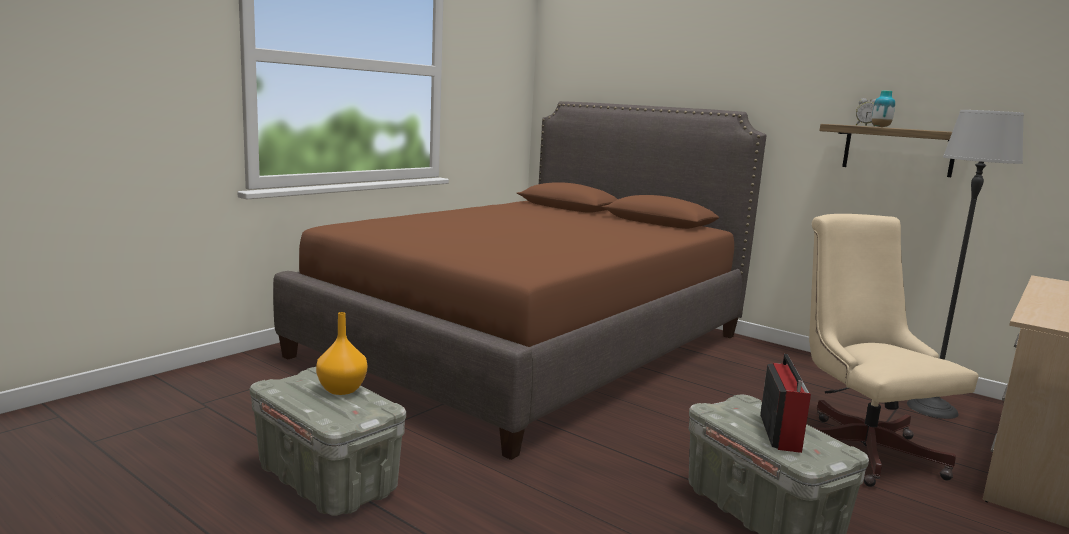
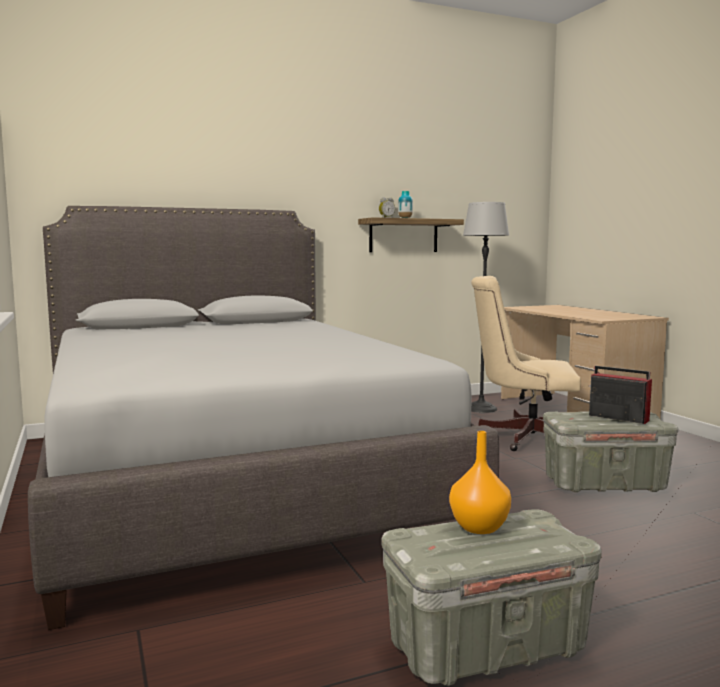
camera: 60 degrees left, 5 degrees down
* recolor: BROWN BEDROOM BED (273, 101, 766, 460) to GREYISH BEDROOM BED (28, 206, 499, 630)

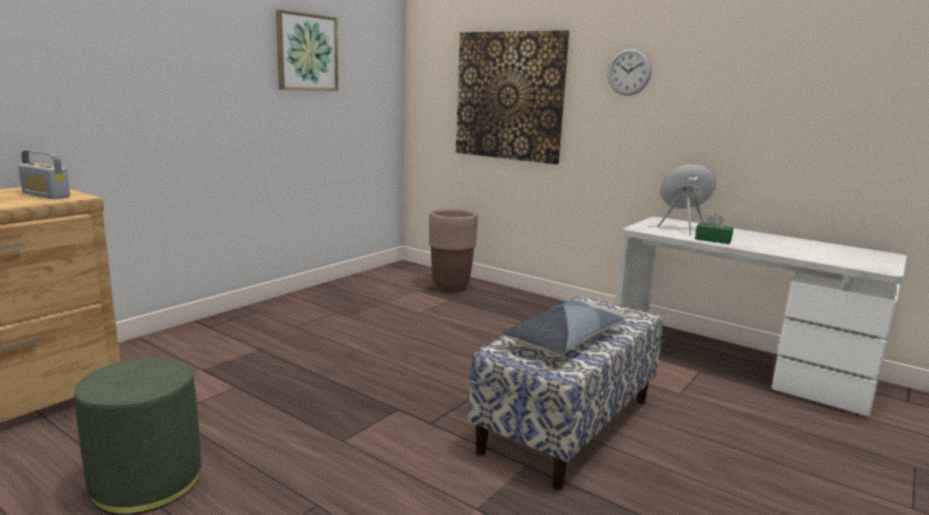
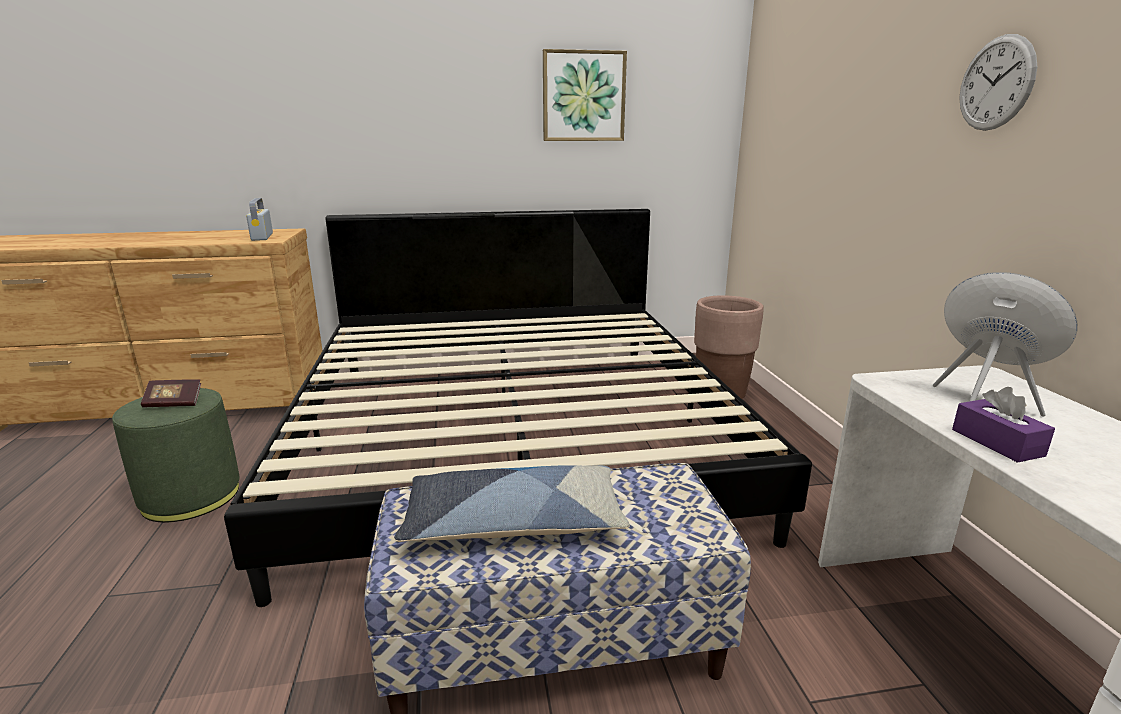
camera: 45 degrees right, 5 degrees up
* delete: PICTURE (456, 30, 570, 165)
* insert: BOOK (141, 379, 201, 407)
* insert: BEDROOM BED (224, 209, 812, 607)
* recolor: GREENISH TISSUE HOLDER (695, 213, 734, 244) to PURPLE-COLOURED TISSUE HOLDER (952, 387, 1055, 463)

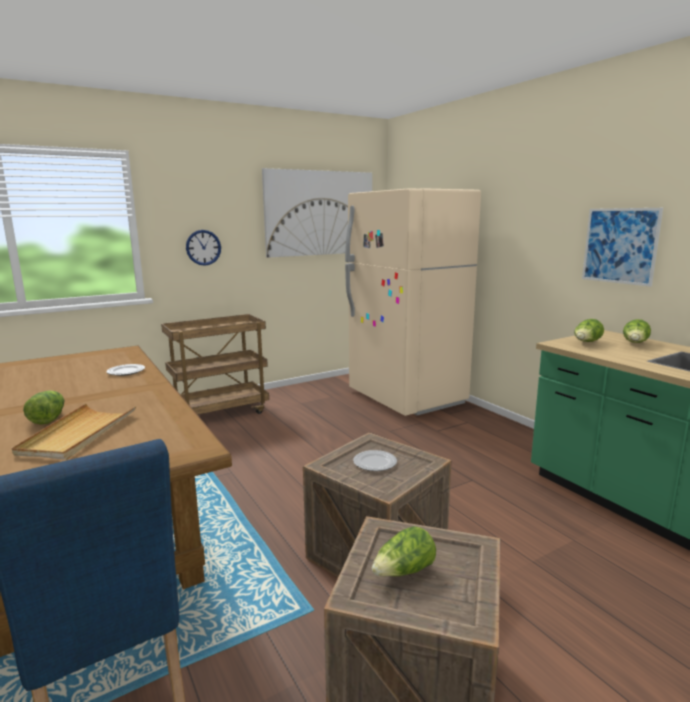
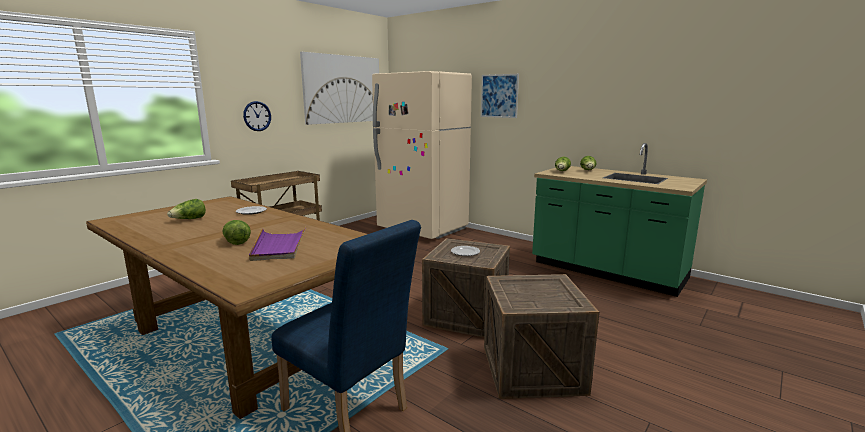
camera: 20 degrees left, 0 degrees up
* move: HEAD OF LETTUCE (372, 526, 436, 576) to (167, 199, 206, 219)
* move: PICTURE (582, 208, 663, 287) to (481, 74, 519, 118)
* recolor: BEIGE-COLOURED SERVING TRAY (12, 404, 136, 460) to PURPLE-COLOURED SERVING TRAY (249, 227, 306, 261)

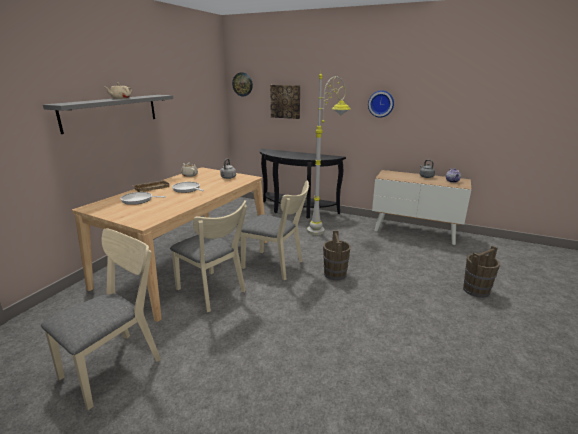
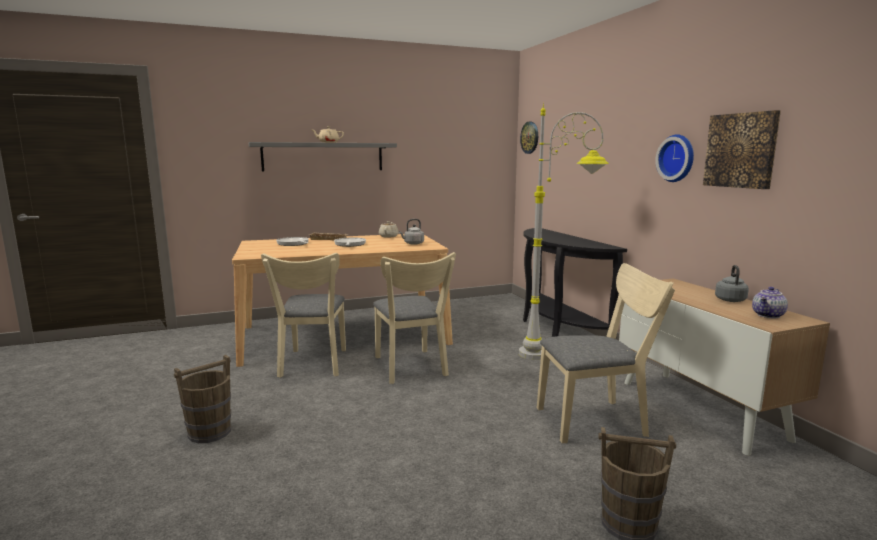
camera: 45 degrees right, 10 degrees down
* move: BEIGE-COLOURED UPRIGHT CHAIR (41, 228, 161, 410) to (537, 263, 675, 443)
* move: PICTURE (270, 85, 300, 119) to (703, 110, 781, 189)
* move: BROWN WATER BUCKET (323, 230, 351, 280) to (174, 355, 231, 443)

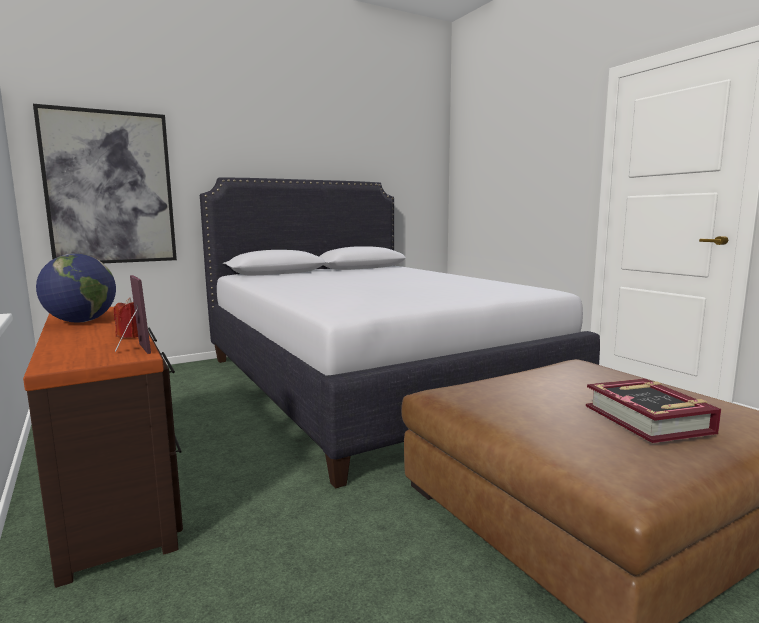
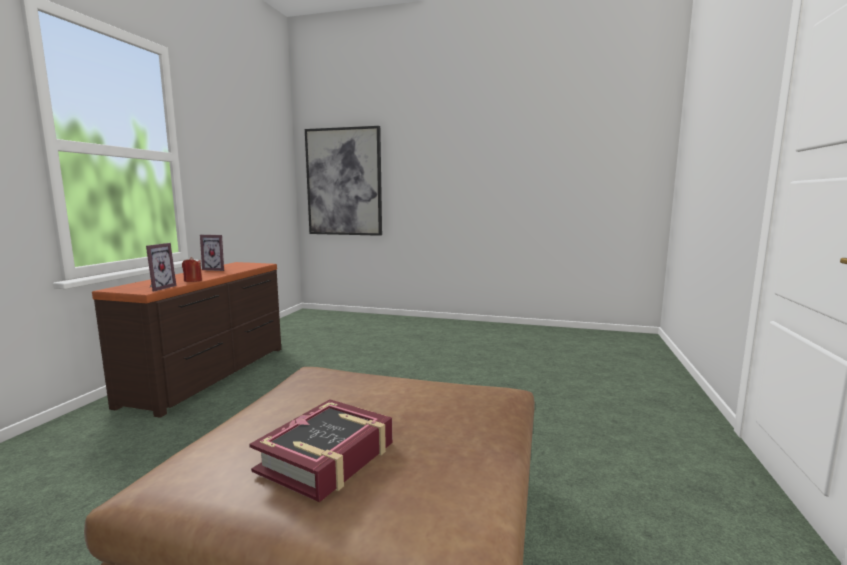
camera: 45 degrees right, 0 degrees up
* delete: WHITISH BEDROOM BED (200, 177, 600, 489)
* replace: GLOBE (36, 254, 116, 323) to PHOTO FRAME (200, 235, 224, 271)

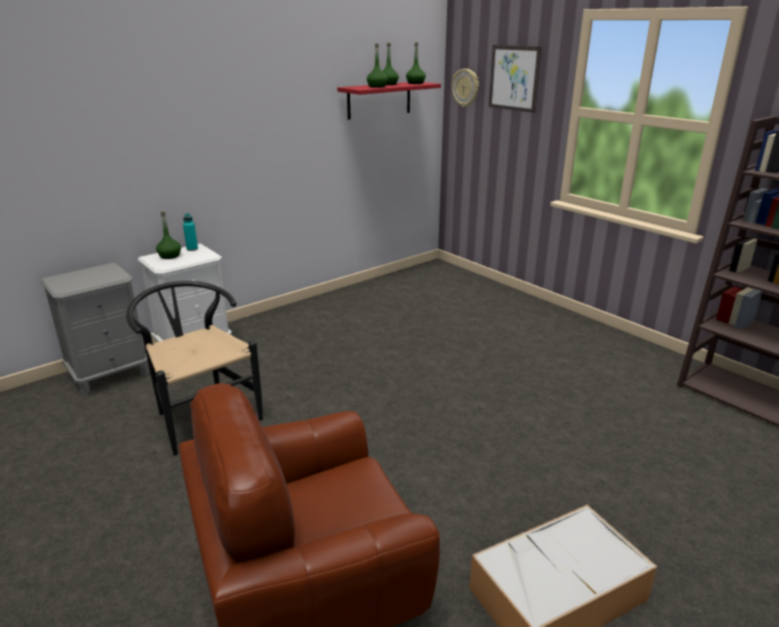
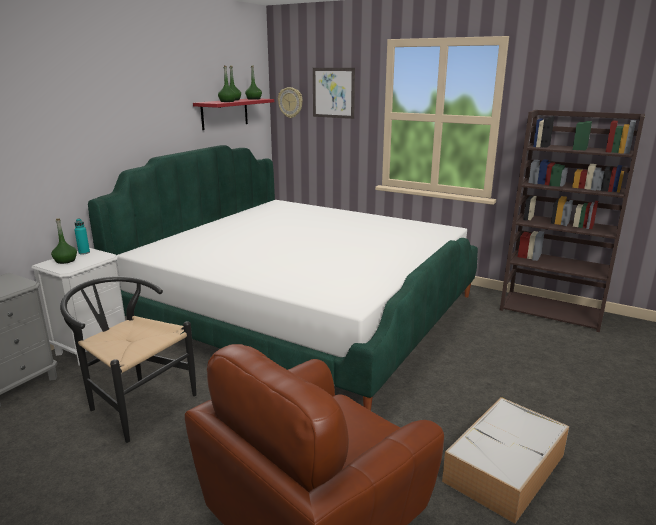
camera: 20 degrees left, 5 degrees down
* insert: BEDROOM BED (88, 145, 478, 411)

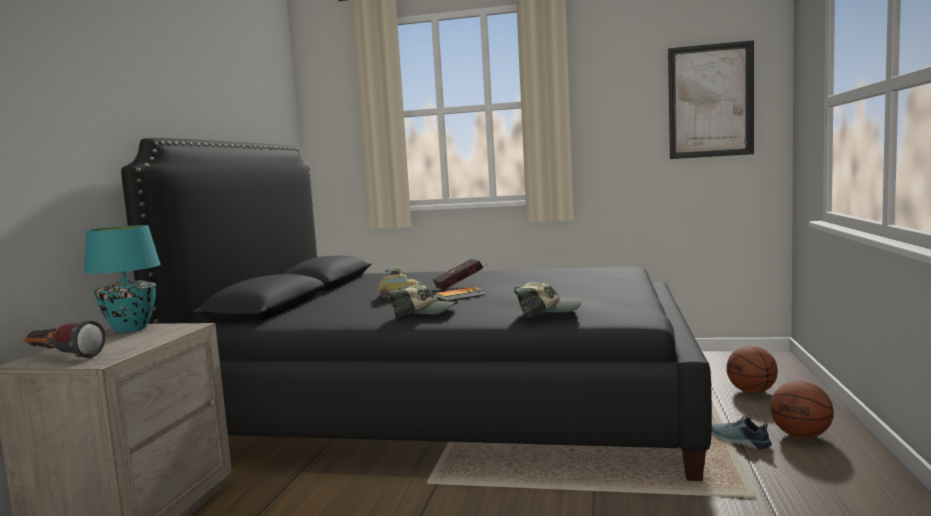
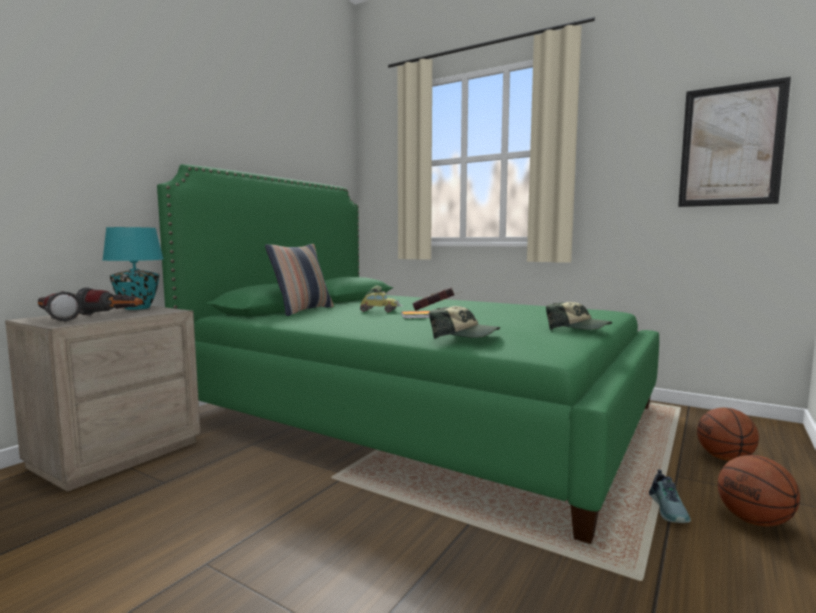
camera: 20 degrees right, 0 degrees up
* insert: TORCH (76, 287, 143, 315)
* insert: CUSHION (265, 244, 334, 316)
* move: PEAKED CAP (390, 285, 458, 319) to (546, 302, 612, 330)
* recolor: BLACK BEDROOM BED (121, 138, 712, 481) to GREENISH BEDROOM BED (157, 164, 659, 544)
* rotate: SHOE (712, 415, 772, 450) = (649, 470, 691, 523) 150 degrees counterclockwise

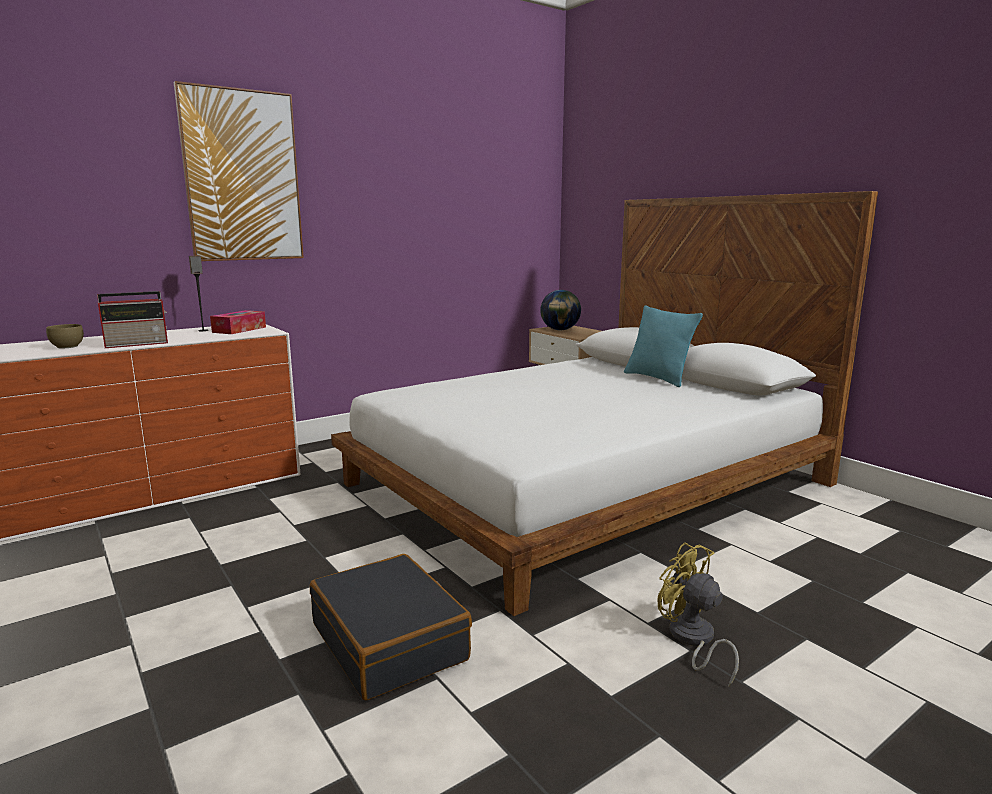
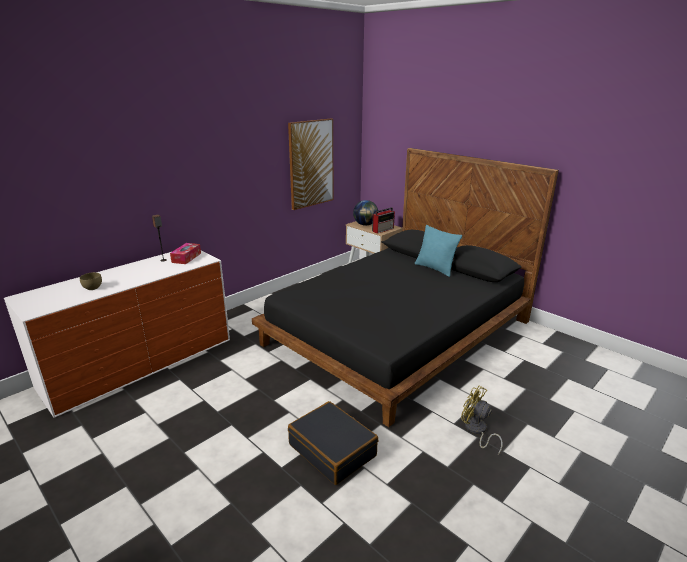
camera: 10 degrees left, 10 degrees up
* move: RADIO RECEIVER (97, 291, 168, 348) to (372, 208, 395, 234)
* move: PICTURE (174, 81, 304, 261) to (288, 118, 333, 210)
* recolor: WHITISH BEDROOM BED (331, 191, 878, 616) to BLACK BEDROOM BED (252, 148, 559, 427)

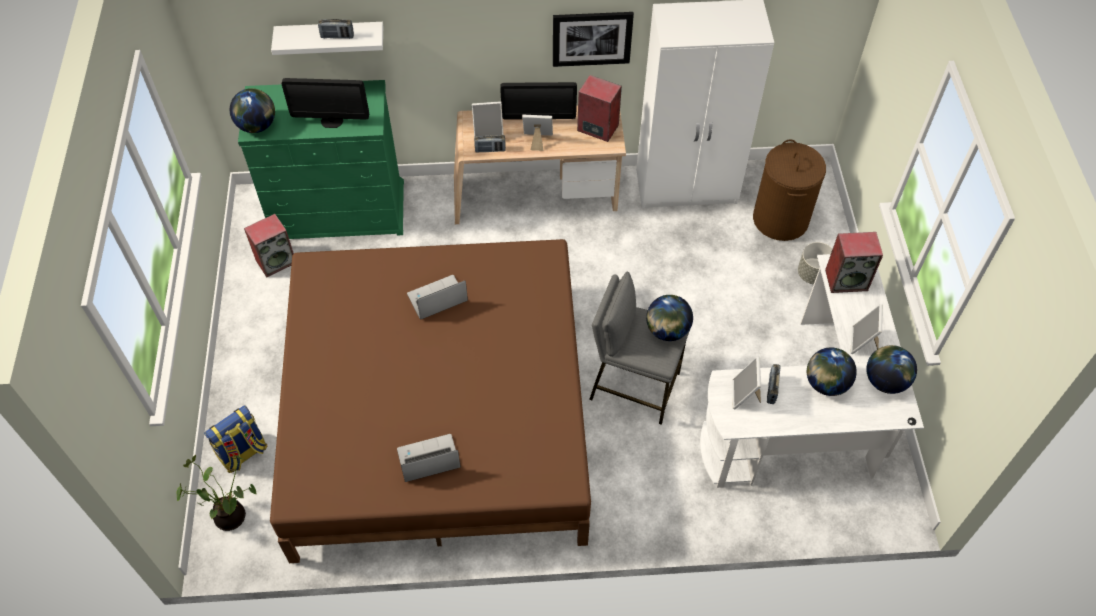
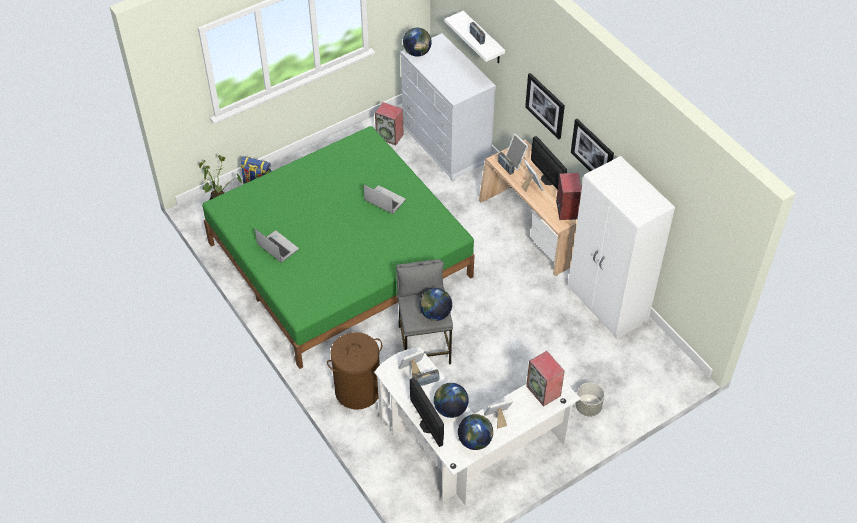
camera: 60 degrees right, 5 degrees down
* insert: PICTURE (525, 73, 565, 140)
* move: MONITOR (282, 78, 369, 128) to (410, 377, 444, 447)
* move: BROWN WASHING BASKET (753, 139, 826, 241) to (327, 332, 382, 410)
* recolor: GREENISH DRESSER (238, 80, 404, 239) to WHITISH DRESSER (400, 33, 496, 182)
* recolor: BROWN BEDROOM BED (270, 239, 591, 563) to GREENISH BEDROOM BED (202, 126, 475, 369)

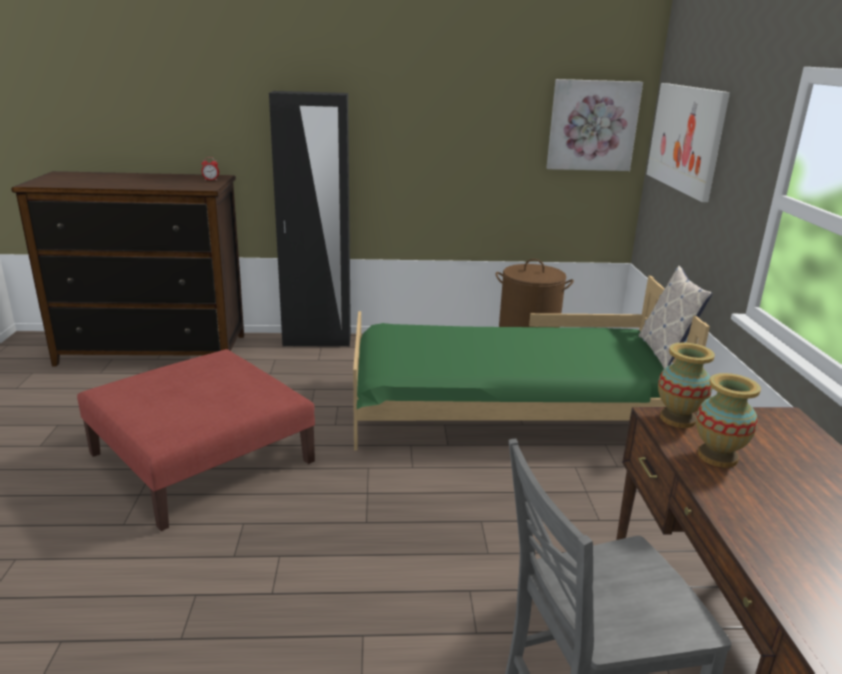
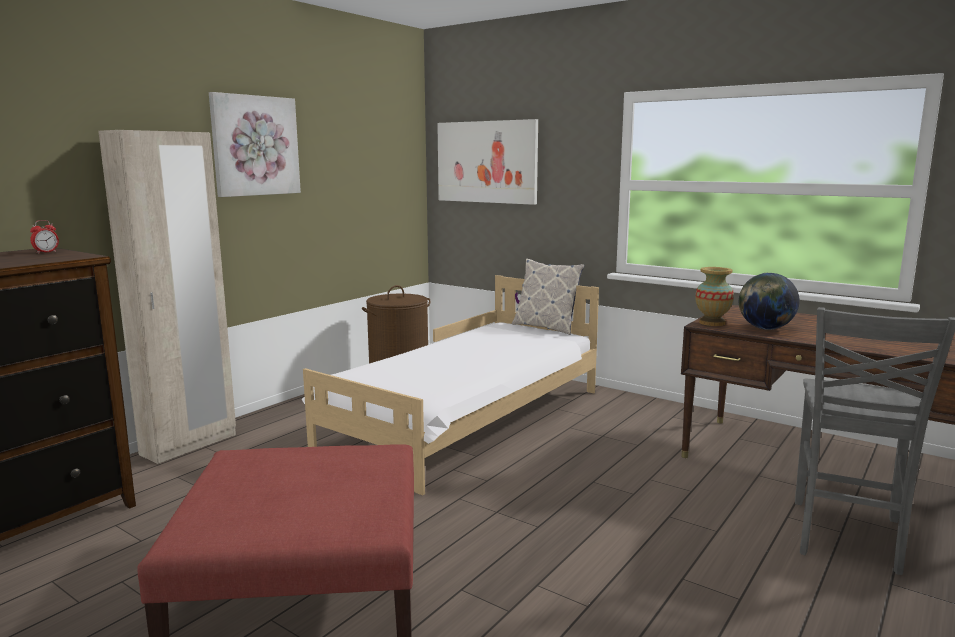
camera: 50 degrees left, 10 degrees down
* move: PICTURE (546, 79, 643, 171) to (209, 92, 301, 197)
* replace: DECORATIVE VASE (696, 373, 761, 468) to GLOBE (739, 273, 800, 330)
* recolor: BLACK CLOTHES CUPBOARD (269, 91, 351, 347) to BEIGE-COLOURED CLOTHES CUPBOARD (98, 130, 236, 464)
* recolor: GREENISH BEDROOM BED (353, 276, 710, 451) to WHITISH BEDROOM BED (302, 275, 599, 495)

